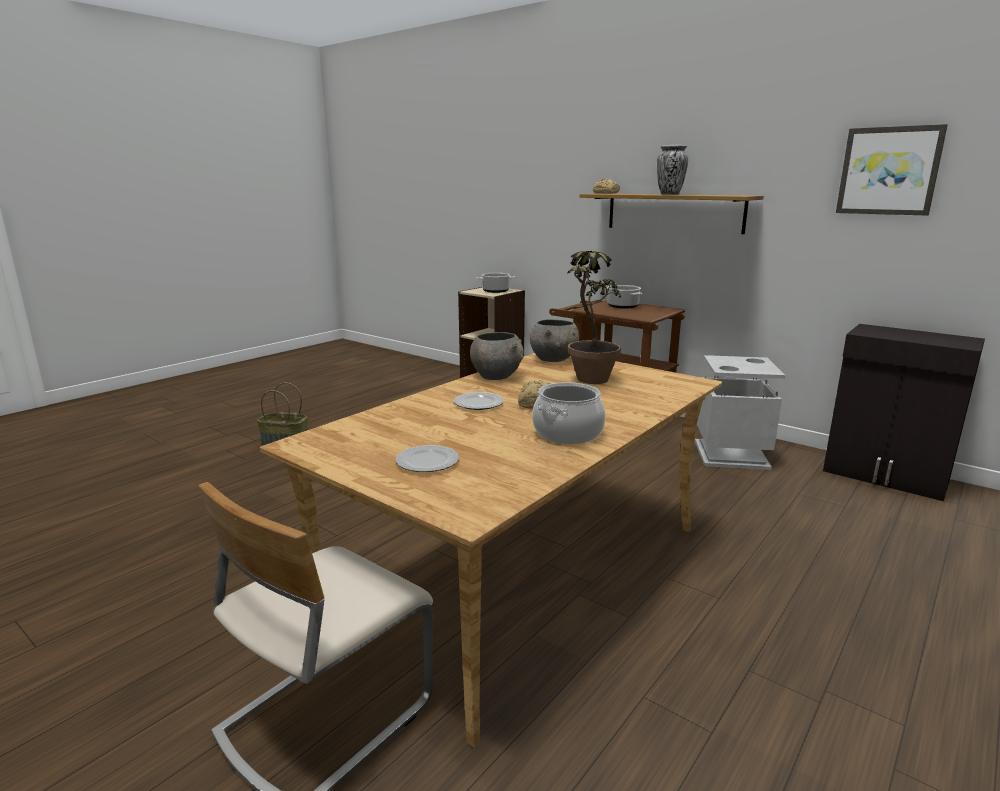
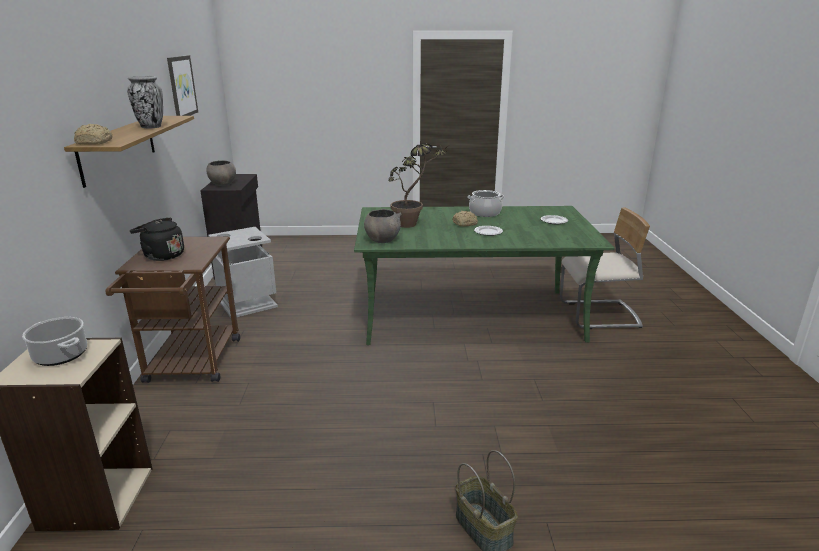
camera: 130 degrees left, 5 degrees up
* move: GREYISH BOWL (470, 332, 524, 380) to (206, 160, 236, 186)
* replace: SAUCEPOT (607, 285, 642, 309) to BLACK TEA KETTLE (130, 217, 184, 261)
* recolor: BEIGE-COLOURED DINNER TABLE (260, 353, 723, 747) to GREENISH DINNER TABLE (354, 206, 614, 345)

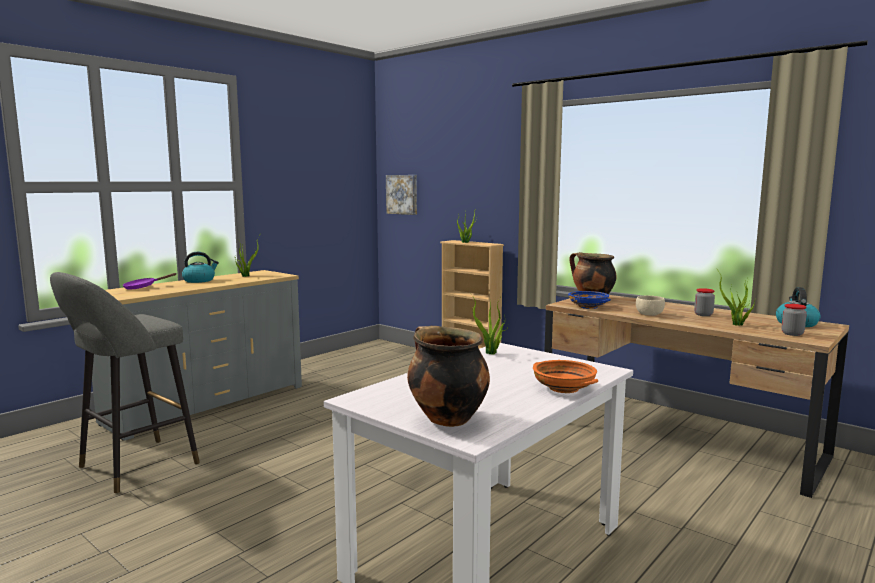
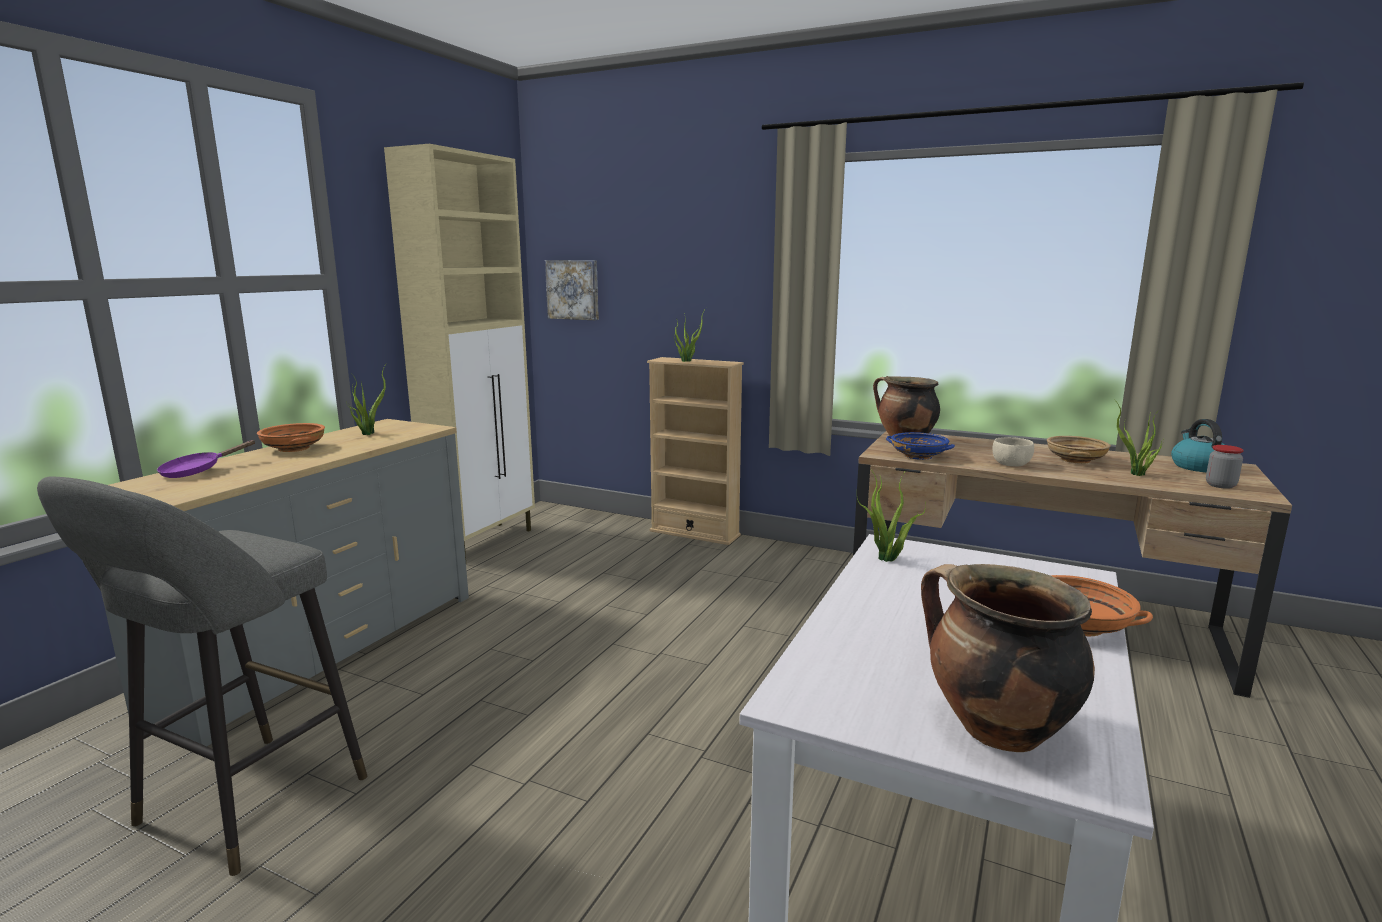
camera: 15 degrees left, 5 degrees up
* insert: BEIGE-COLOURED CABINET (384, 144, 535, 559)
* replace: TEA KETTLE (182, 252, 219, 283) to ORANGE BOWL (257, 423, 325, 452)
* replace: STORAGE JAR (694, 288, 715, 316) to BEIGE-COLOURED BOWL (1047, 436, 1111, 464)

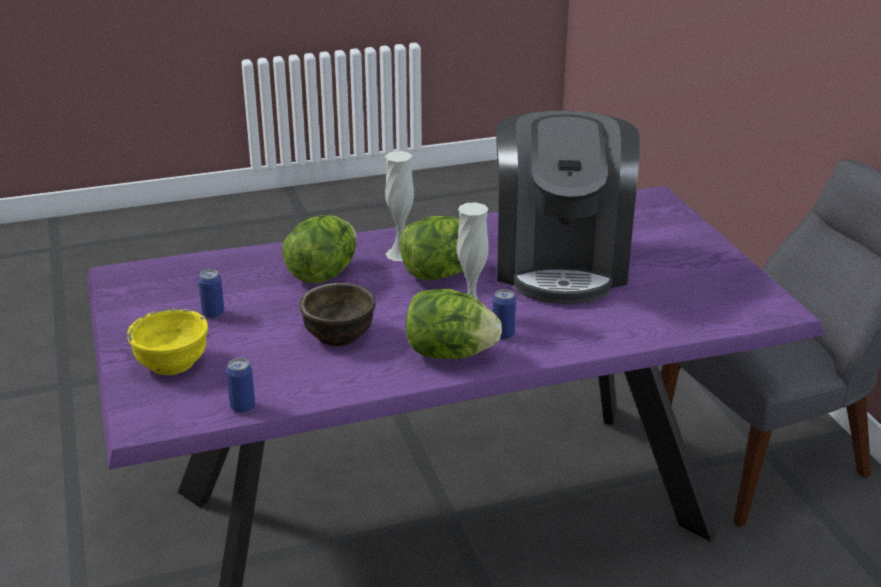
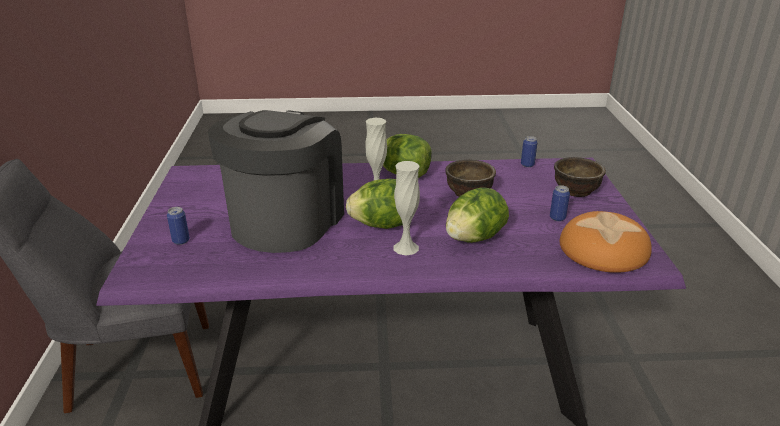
camera: 165 degrees left, 0 degrees up
* insert: BAKED BREAD (560, 211, 652, 273)
* move: SEALED CAN (493, 289, 516, 340) to (167, 207, 190, 245)
* recolor: YELLOWISH BOWL (127, 308, 208, 375) to BROWN BOWL (554, 157, 606, 197)

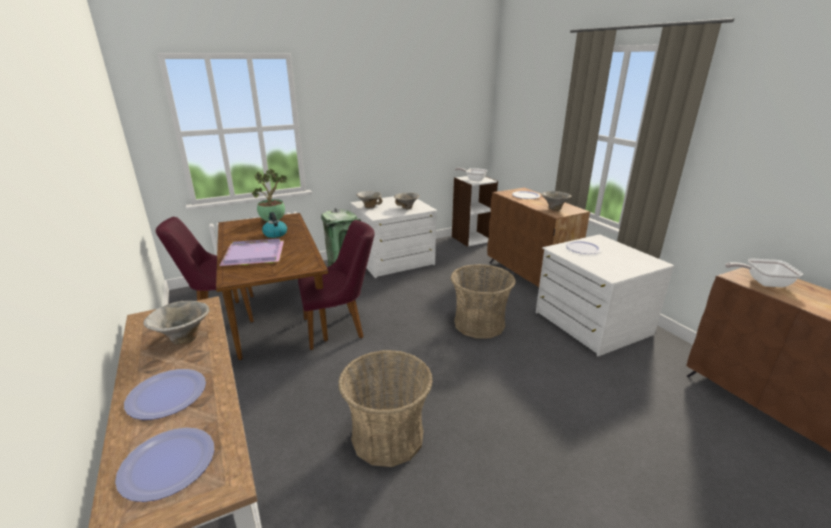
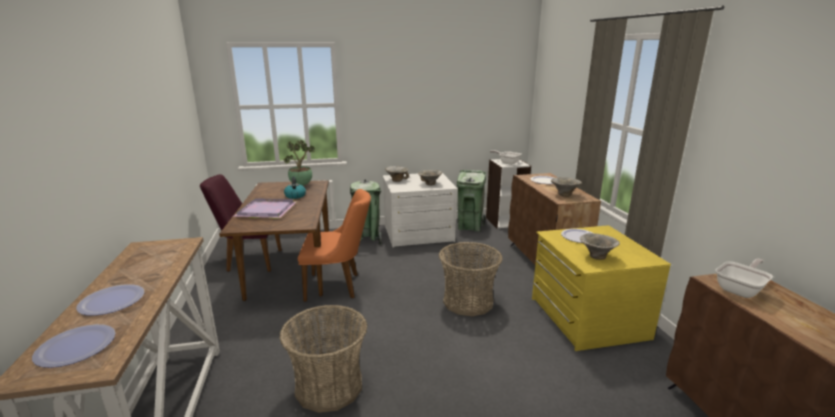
camera: 15 degrees right, 5 degrees down
* insert: GREENISH WASTE BIN (457, 170, 486, 232)
* move: BOWL (143, 301, 210, 345) to (580, 233, 620, 260)
* recolor: PURPLE-COLOURED UPRIGHT CHAIR (298, 220, 375, 350) to ORANGE UPRIGHT CHAIR (298, 189, 371, 302)
* recolor: WHITISH DRESSER (536, 234, 674, 356) to YELLOWISH DRESSER (532, 225, 671, 351)
* rotate: SKILLET (725, 259, 803, 287) = (716, 258, 773, 298) 120 degrees clockwise

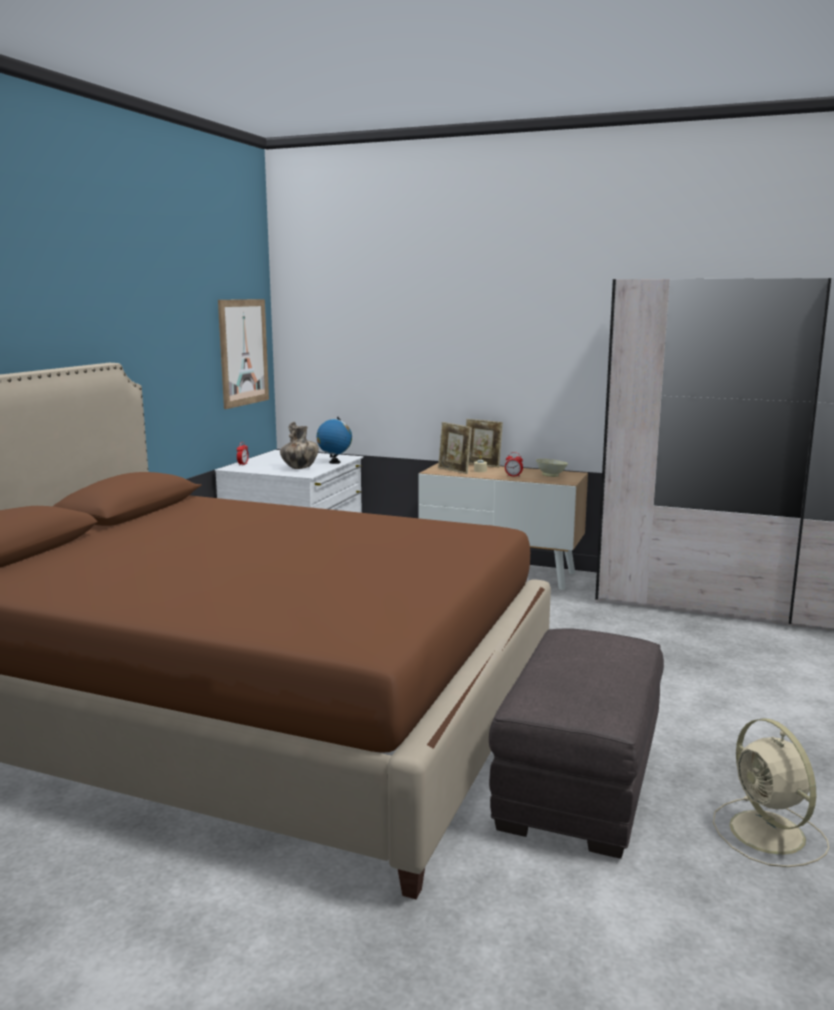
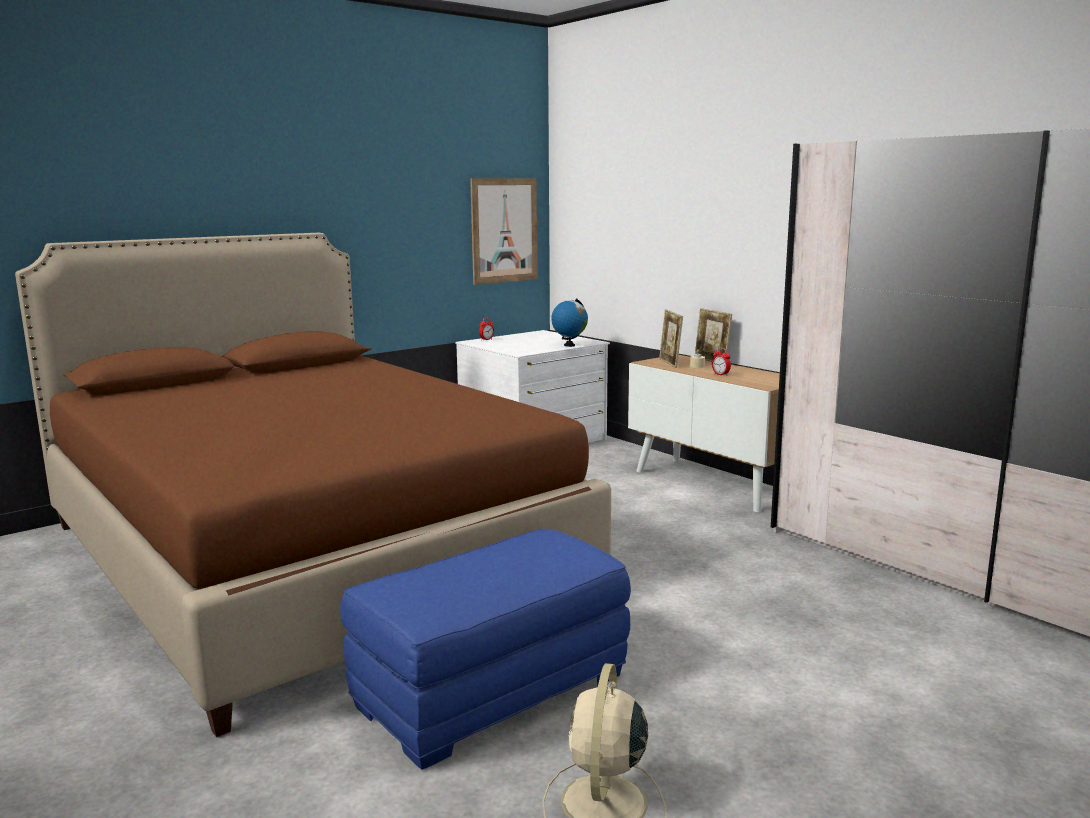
camera: 30 degrees right, 0 degrees up
* delete: DECORATIVE VASE (280, 422, 319, 469)
* delete: BEIGE-COLOURED BOWL (536, 459, 568, 477)
* recolor: GREYISH OTTOMAN (489, 628, 664, 859) to BLUE-COLOURED OTTOMAN (340, 529, 631, 770)

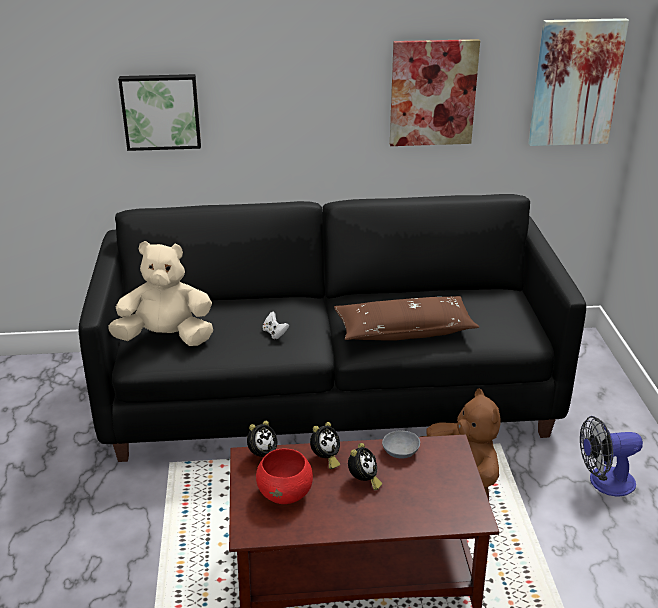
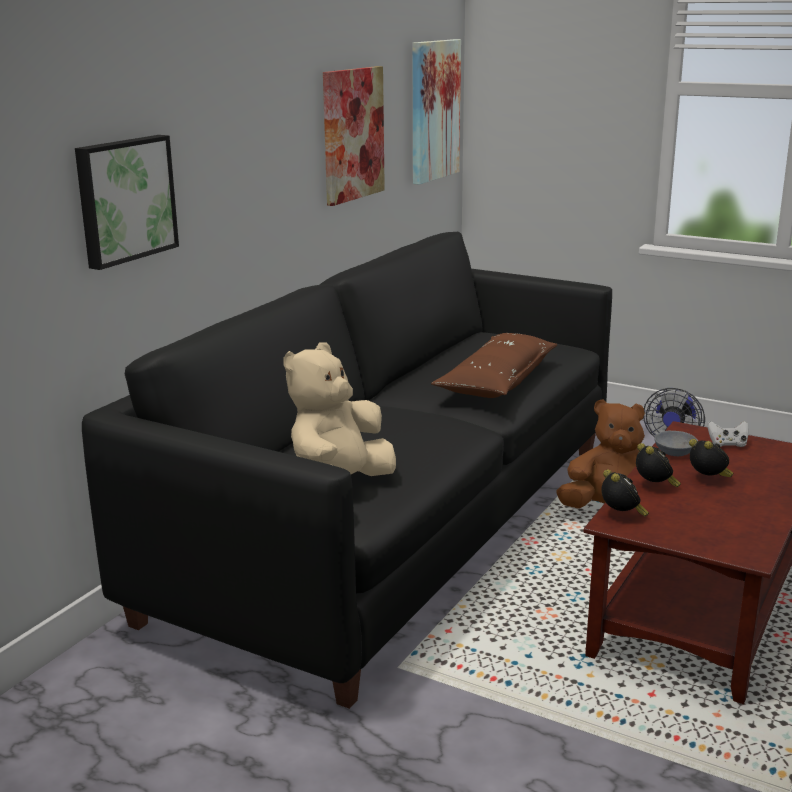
camera: 55 degrees left, 10 degrees down
* delete: REDDISH BOWL (256, 448, 313, 504)
* move: WHITISH JOYPAD (263, 312, 289, 339) to (707, 421, 748, 447)

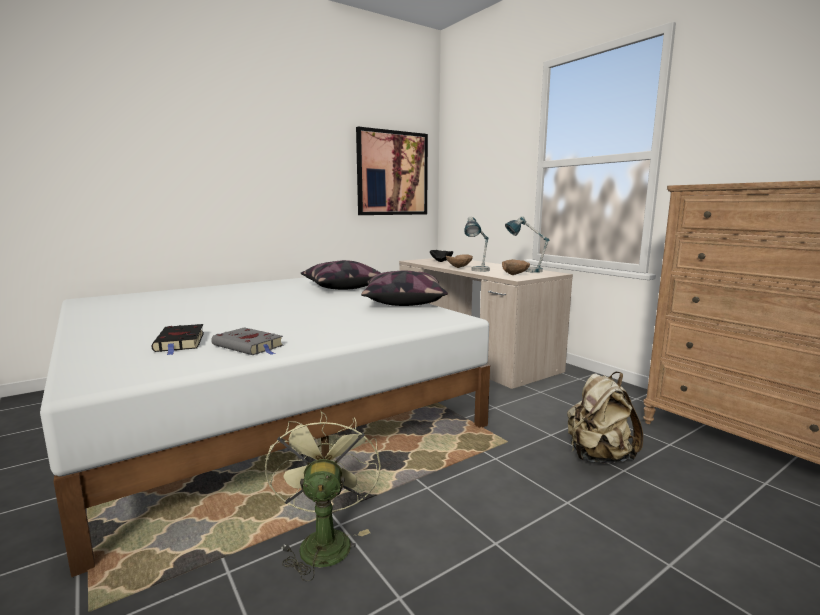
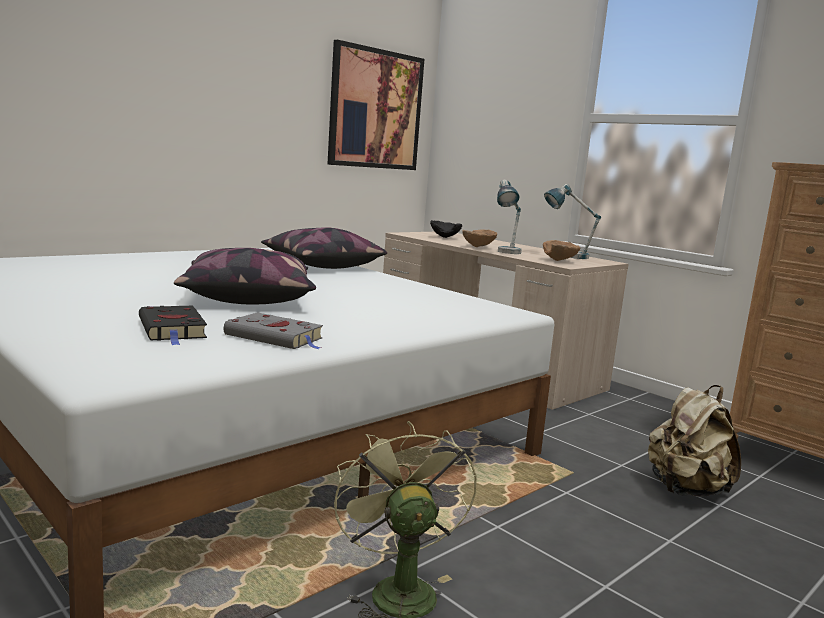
camera: 10 degrees left, 0 degrees up
* move: CUSHION (361, 271, 448, 306) to (174, 248, 316, 305)

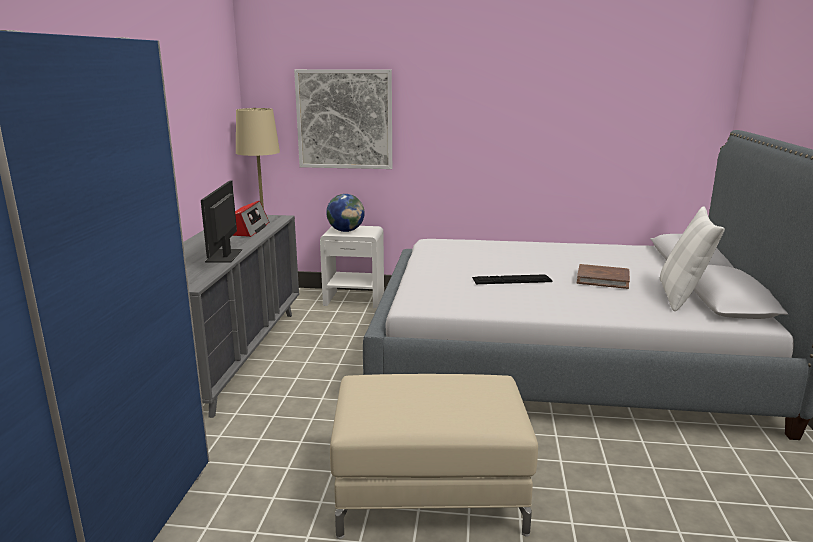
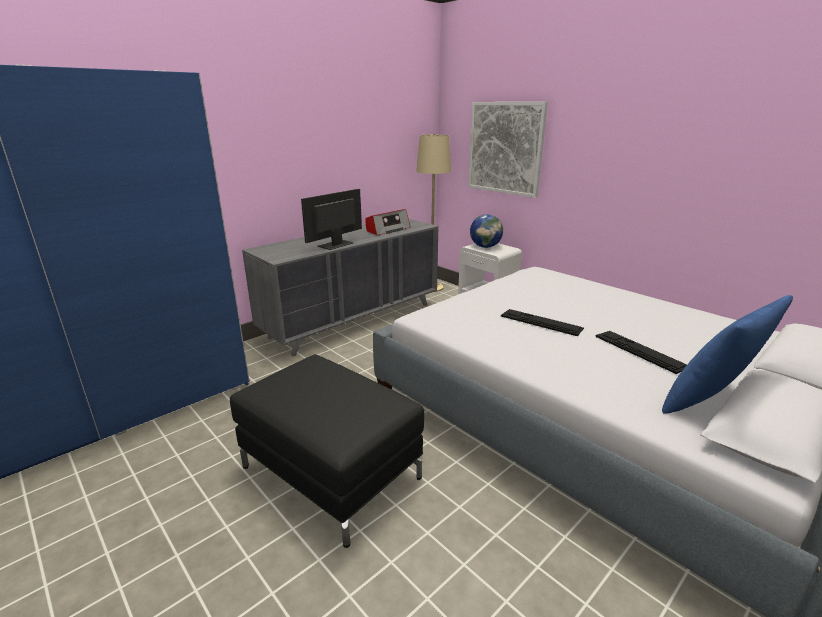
camera: 40 degrees right, 5 degrees up
* replace: BROWN BOOK (577, 264, 630, 289) to KEYBOARD (595, 331, 687, 374)
* recolor: BEIGE-COLOURED OTTOMAN (330, 374, 538, 539) to BLACK OTTOMAN (230, 354, 424, 548)
* recolor: WHITISH CUSHION (660, 206, 725, 311) to BLUE-COLOURED CUSHION (662, 295, 793, 414)

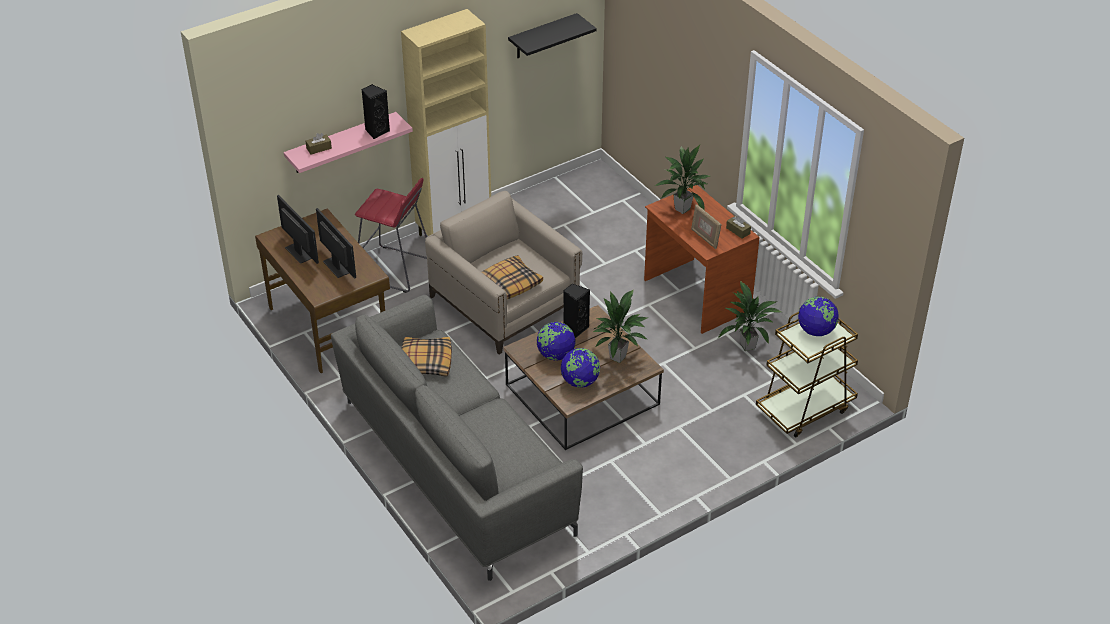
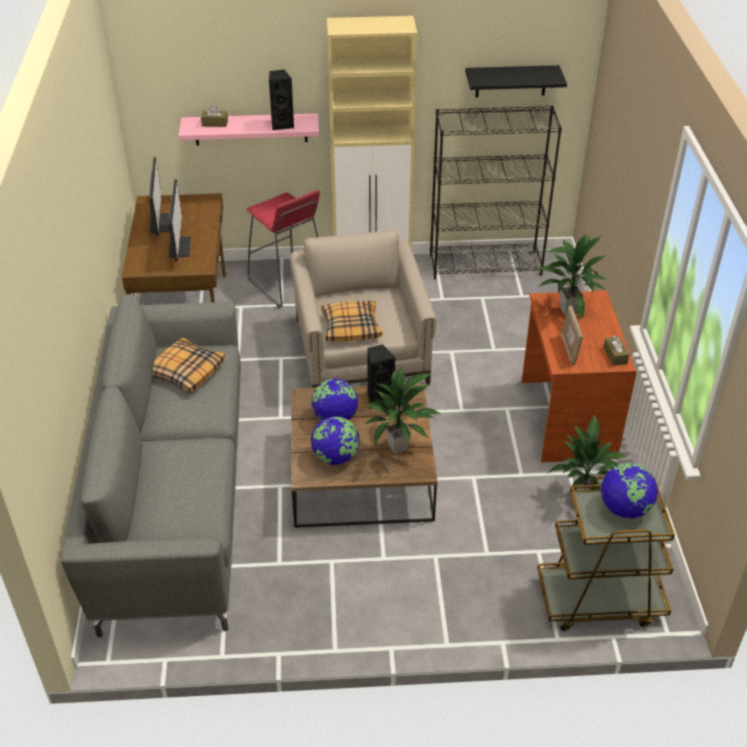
camera: 30 degrees right, 0 degrees up
* insert: BLACK BOOKSHELF (430, 106, 562, 279)

